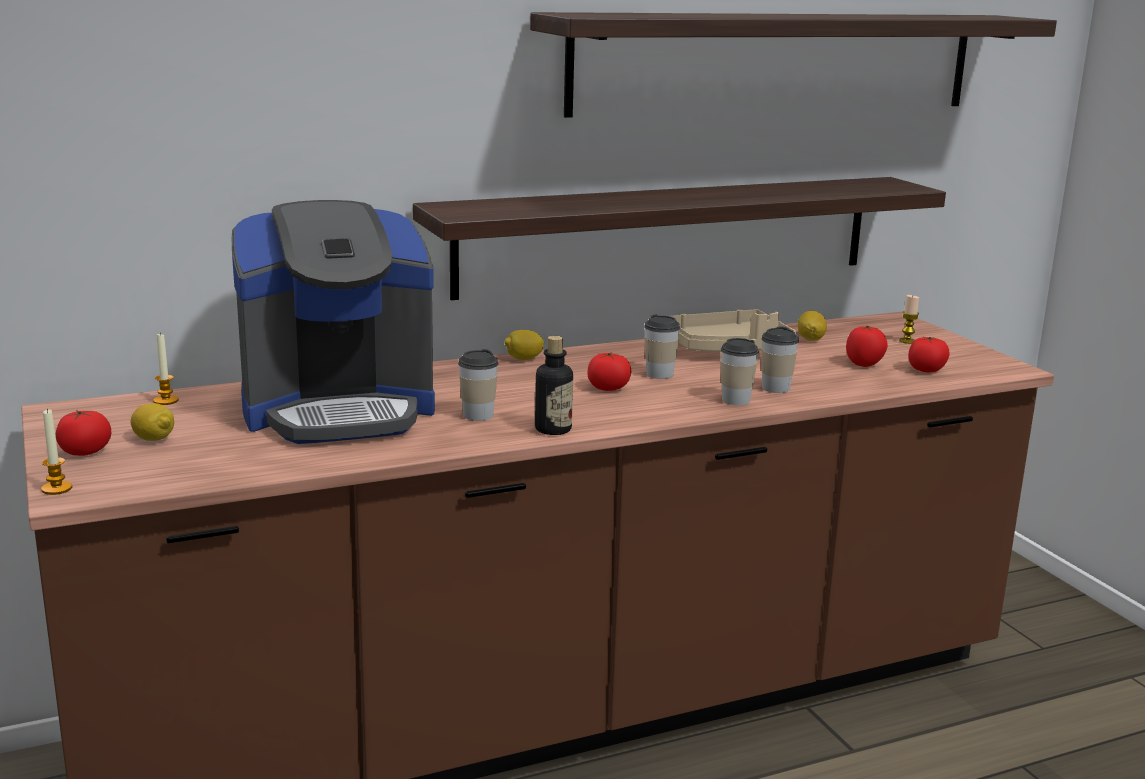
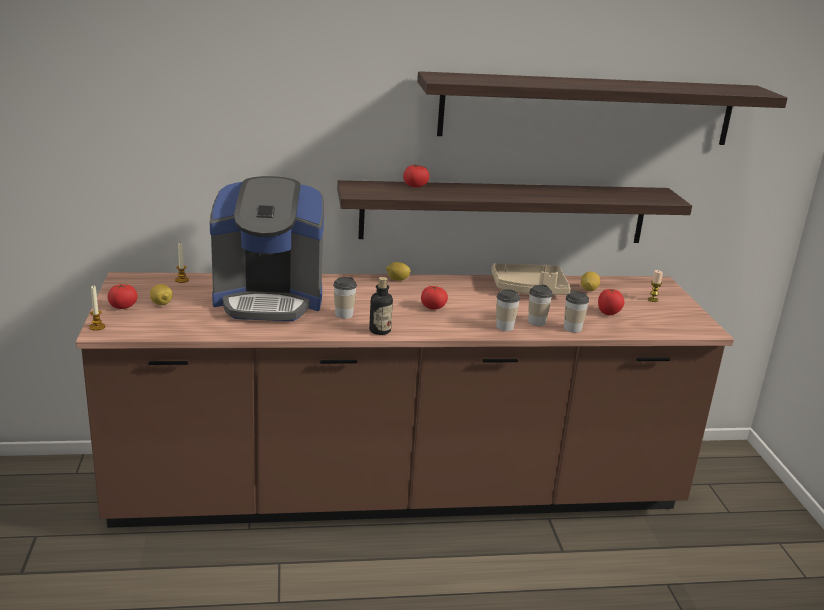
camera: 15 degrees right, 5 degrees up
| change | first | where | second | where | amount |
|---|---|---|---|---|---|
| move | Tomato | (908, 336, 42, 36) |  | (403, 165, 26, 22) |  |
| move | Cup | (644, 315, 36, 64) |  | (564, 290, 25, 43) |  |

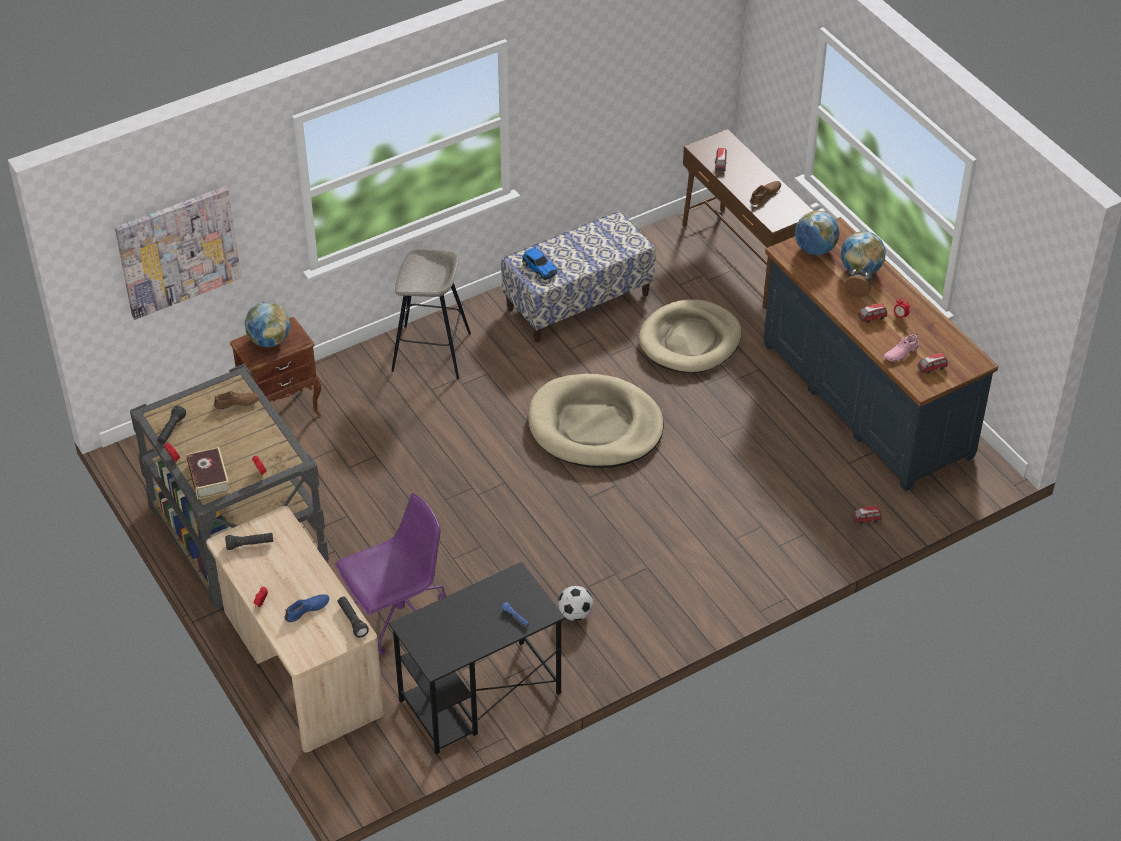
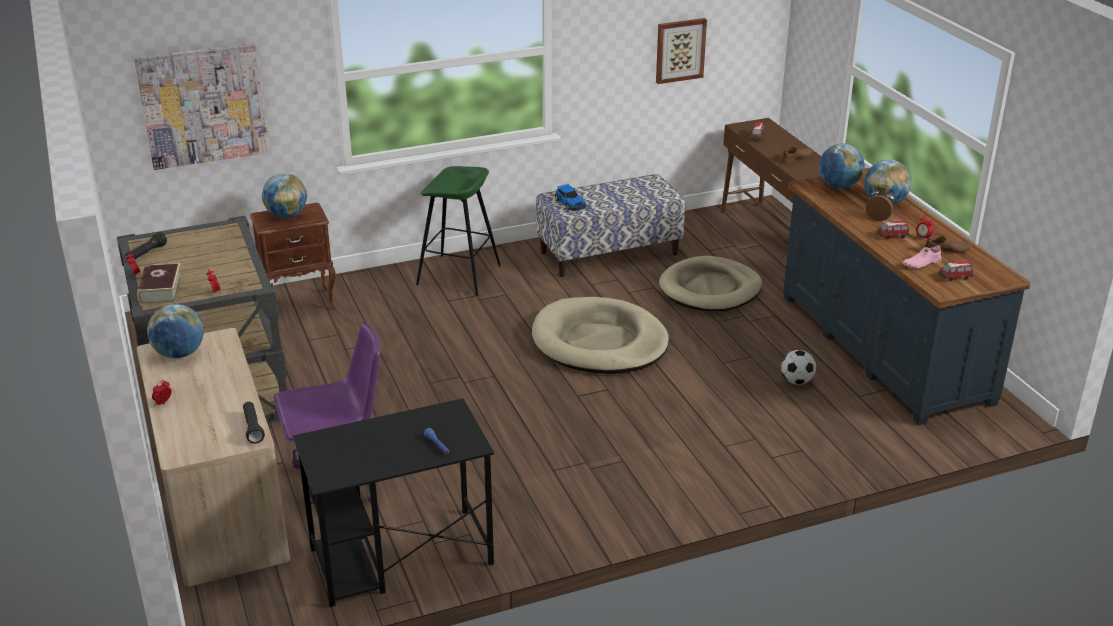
camera: 10 degrees right, 15 degrees down
| change | first | where | second | where | amount |
|---|---|---|---|---|---|
| replace | BlackFlashlight | (225, 533, 48, 17) | Globe | (147, 304, 57, 54) |  |
| recolor | GreyStool | (392, 249, 79, 130) | GreenStool | (416, 166, 85, 130) |  |
| insert |  |  | Picture | (656, 18, 51, 66) |  |
| move | Football | (558, 586, 35, 35) |  | (781, 350, 35, 35) |  |
| move | BrownShoe | (214, 391, 46, 18) |  | (925, 236, 47, 17) |  |
| delete | BlueShoe | (284, 594, 45, 28) |  |  |  |
| delete | ToyCar | (852, 506, 29, 18) |  |  |  |

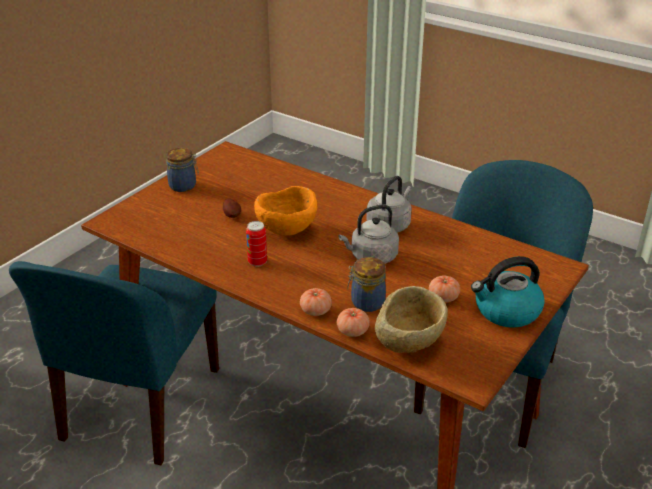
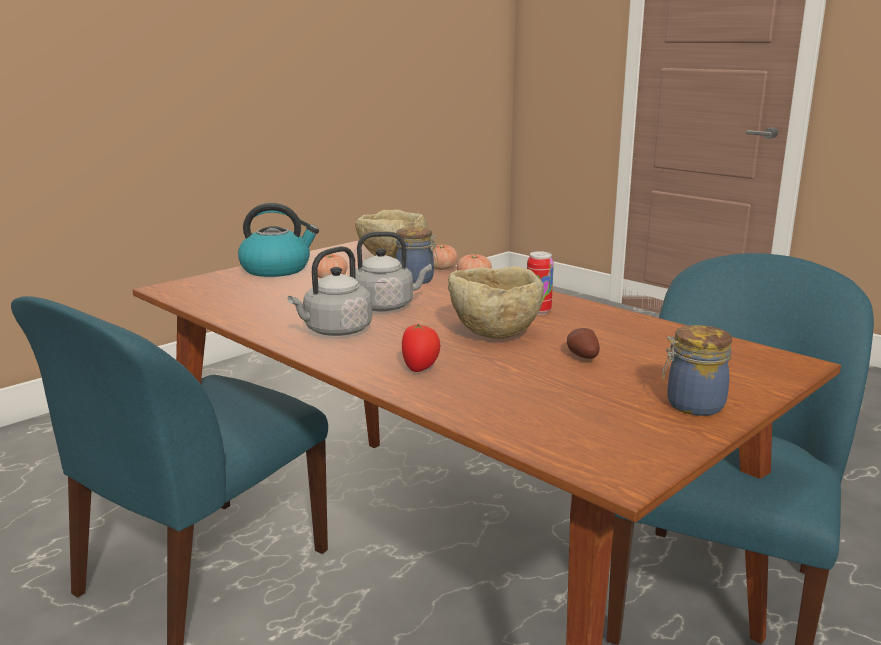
camera: 170 degrees left, 15 degrees down
| change | first | where | second | where | amount |
|---|---|---|---|---|---|
| insert |  |  | Tomato | (402, 323, 38, 49) |  |
| recolor | OrangeBowl | (254, 186, 63, 49) | BeigeBowl | (448, 266, 96, 73) |  |

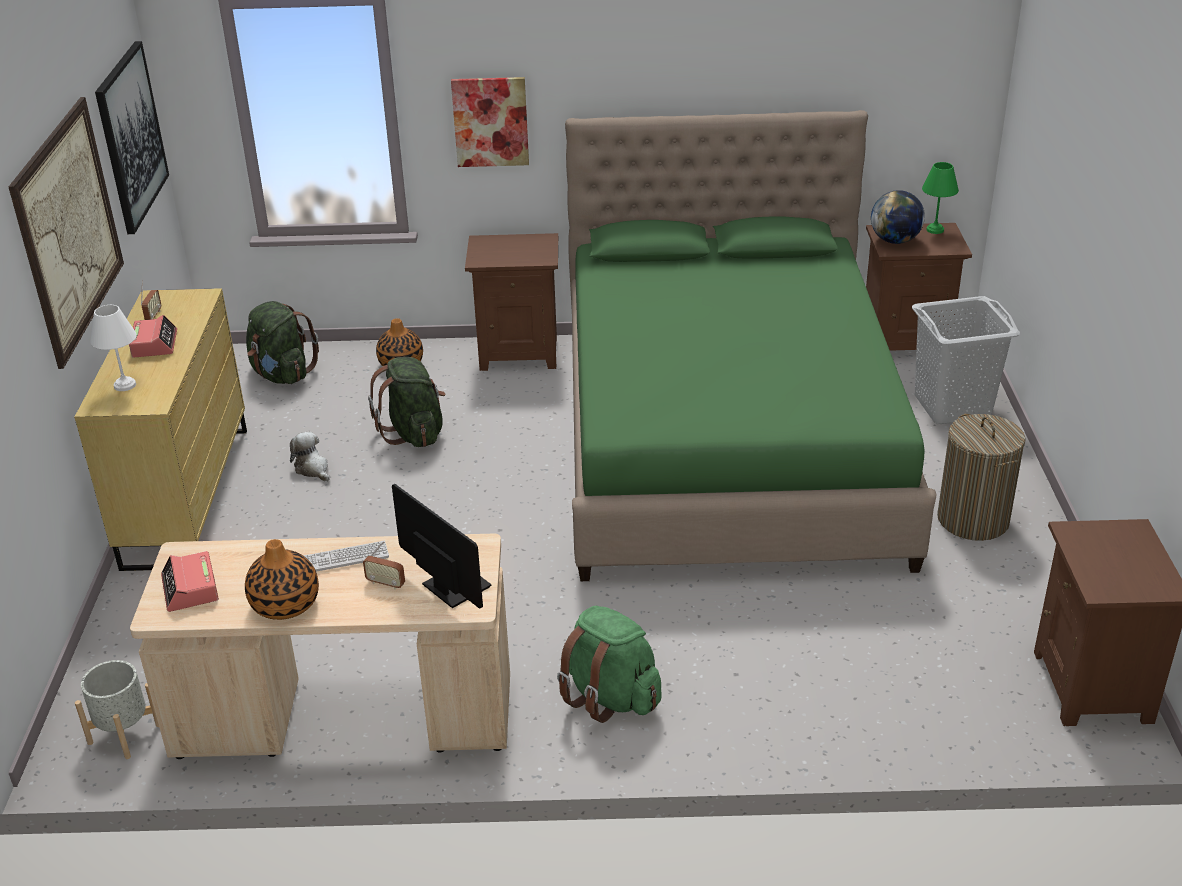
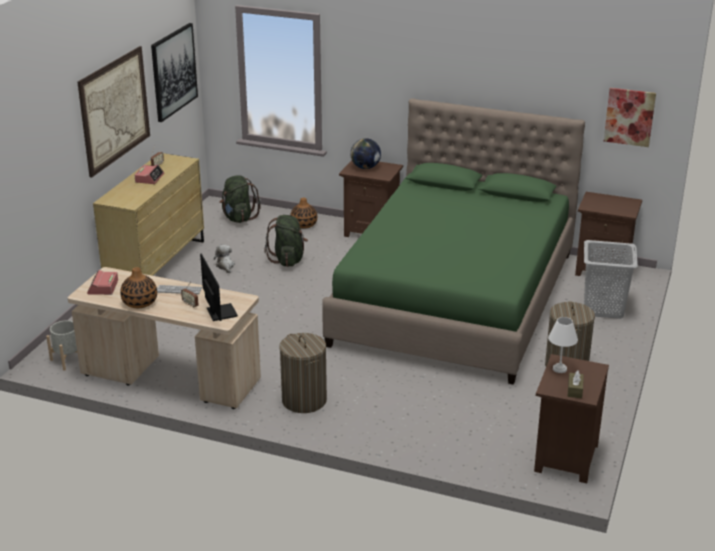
camera: 20 degrees right, 5 degrees down
| change | first | where | second | where | amount |
|---|---|---|---|---|---|
| replace | GreenBackpack | (557, 606, 105, 117) | LaundryBasket | (279, 333, 48, 80) |  |
| move | Globe | (871, 190, 54, 54) |  | (350, 138, 31, 31) |  |
| move | WhiteTableLamp | (90, 305, 47, 86) |  | (548, 317, 30, 56) |  |
| insert |  |  | BrownTissueBox | (568, 370, 16, 28) |  |
| move | Picture | (451, 77, 78, 90) |  | (604, 88, 52, 59) |  |
| delete | GreenTableLamp | (922, 162, 37, 72) |  |  |  |

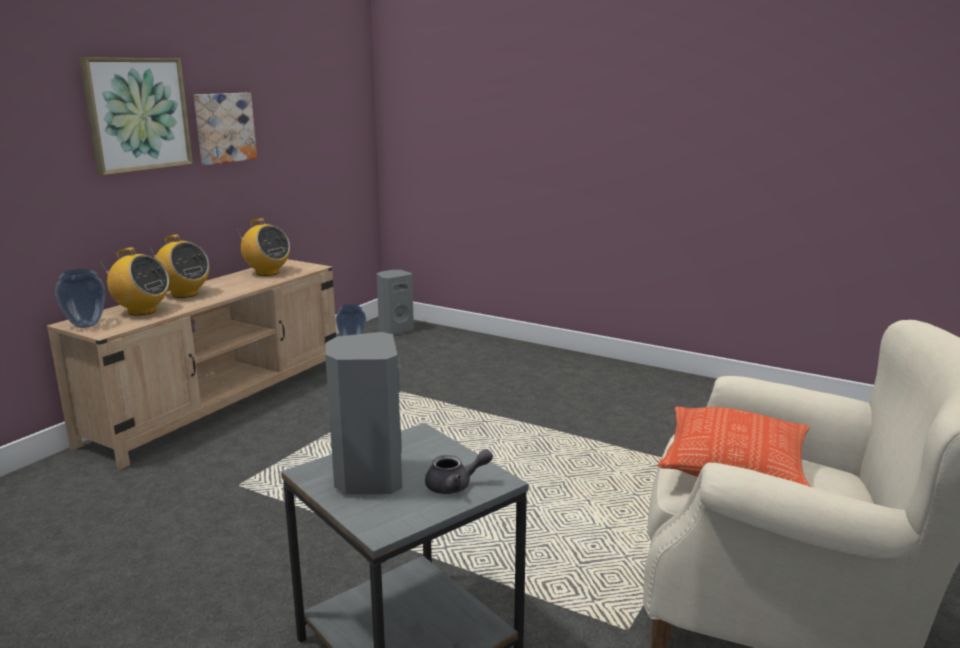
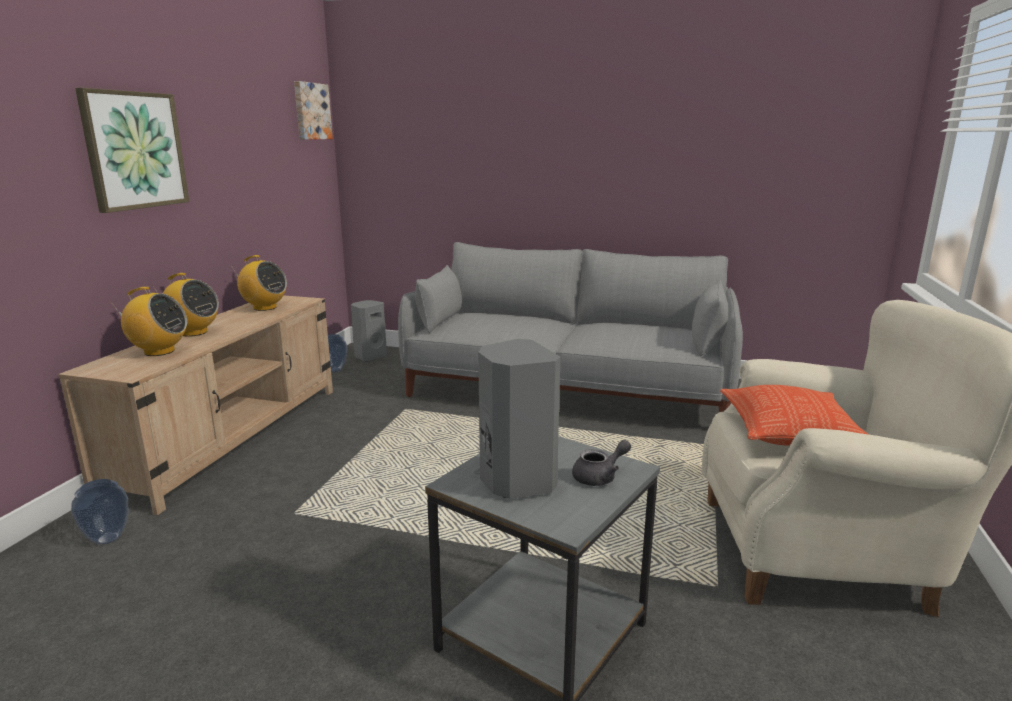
camera: 15 degrees left, 0 degrees up
| change | first | where | second | where | amount |
|---|---|---|---|---|---|
| move | Vase | (55, 269, 50, 59) |  | (71, 479, 57, 65) |  |
| move | Picture | (194, 93, 63, 72) |  | (294, 81, 39, 59) |  |
| insert |  |  | GreySofa | (398, 242, 345, 170) |  |

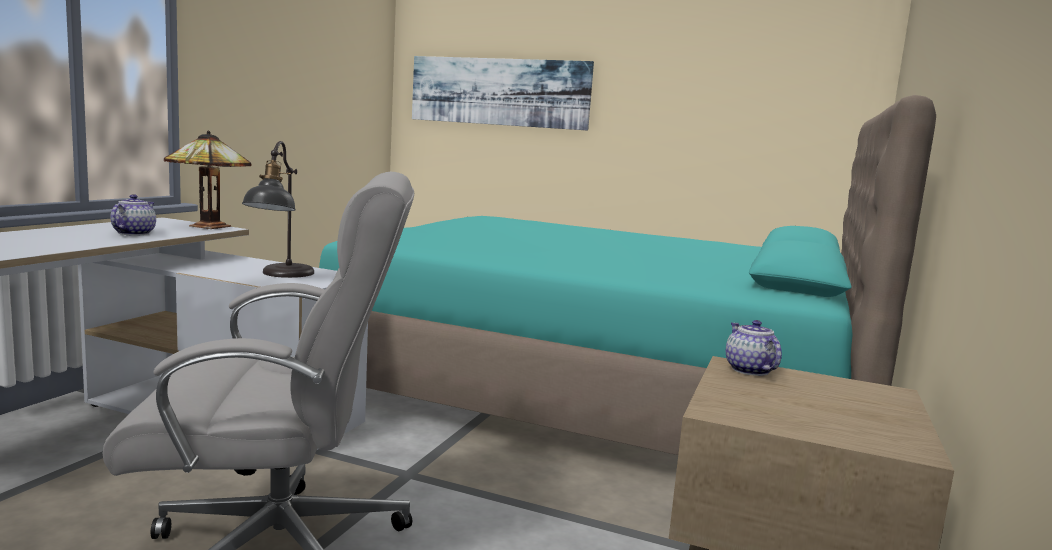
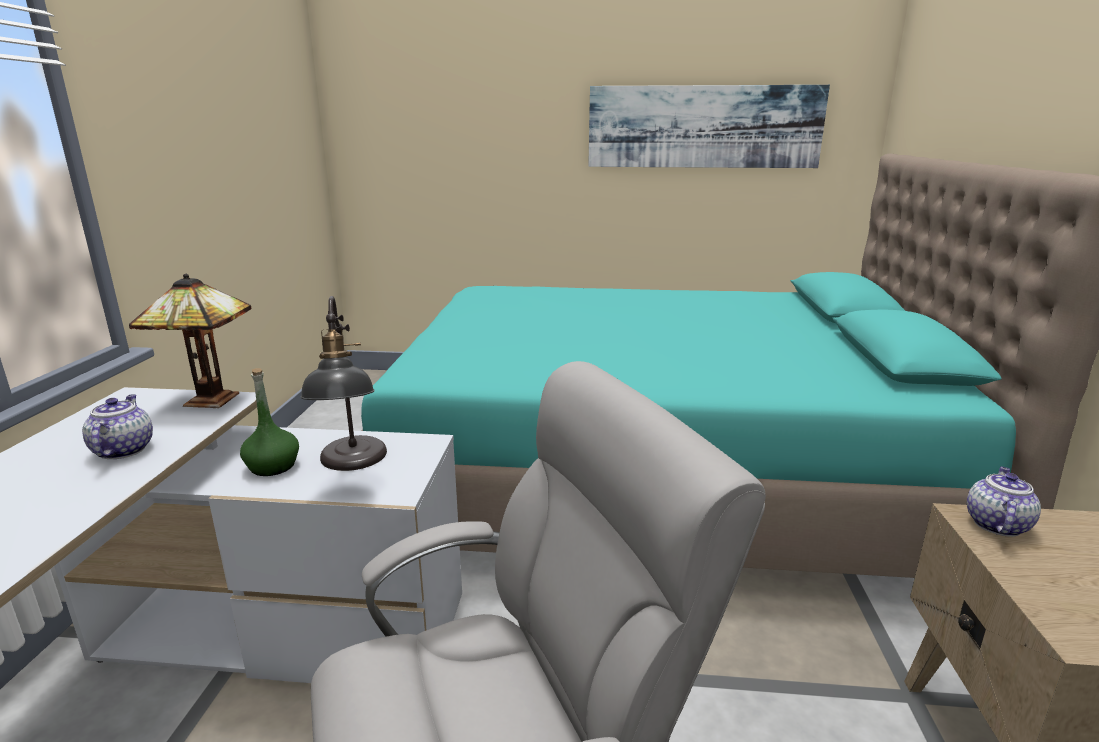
camera: 15 degrees left, 10 degrees up
| change | first | where | second | where | amount |
|---|---|---|---|---|---|
| insert |  |  | GreenBottle | (240, 368, 59, 108) |  |
| move | Picture | (412, 56, 182, 75) |  | (588, 85, 242, 83) |  |
| rotate | Teapot | (726, 320, 56, 56) |  | (967, 466, 74, 71) | 60 degrees clockwise |

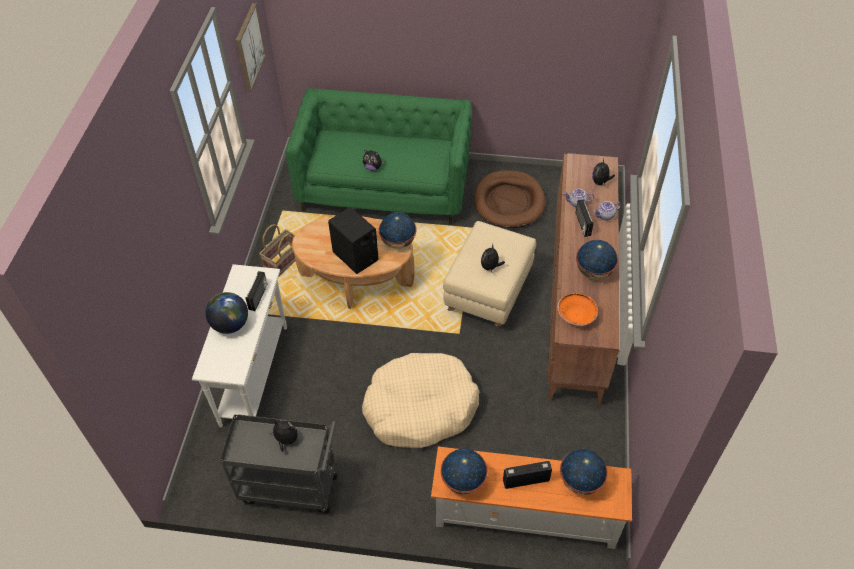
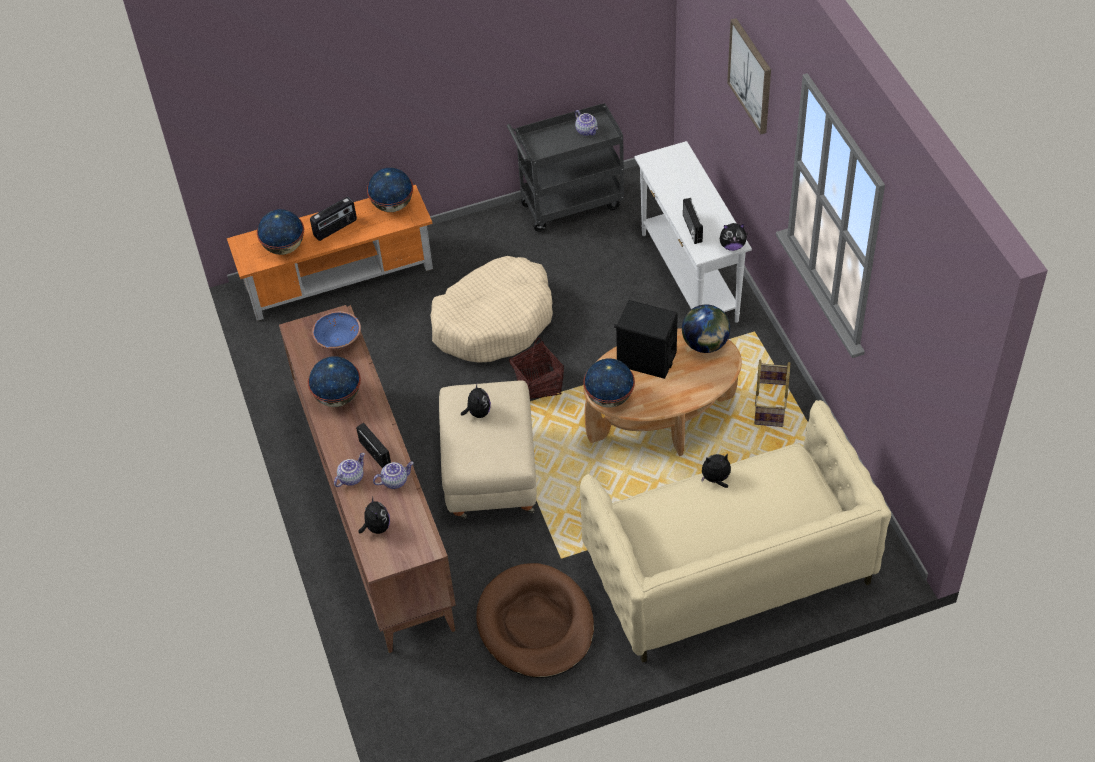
camera: 155 degrees right, 0 degrees up
| change | first | where | second | where | amount |
|---|---|---|---|---|---|
| recolor | OrangeBowl | (557, 292, 41, 34) | BlueBowl | (312, 311, 49, 38) |  |
| insert |  |  | Basket | (509, 338, 55, 61) |  |
| insert |  |  | Teapot | (575, 110, 23, 26) |  |
| recolor | GreenSofa | (286, 88, 186, 137) | BeigeSofa | (580, 400, 311, 263) |  |
| move | Globe | (205, 292, 43, 42) |  | (682, 305, 48, 48) |  |
| move | PlushToy | (269, 420, 29, 32) |  | (720, 223, 28, 28) |  |
| move | Picture | (236, 3, 30, 89) |  | (727, 18, 44, 116) |  |

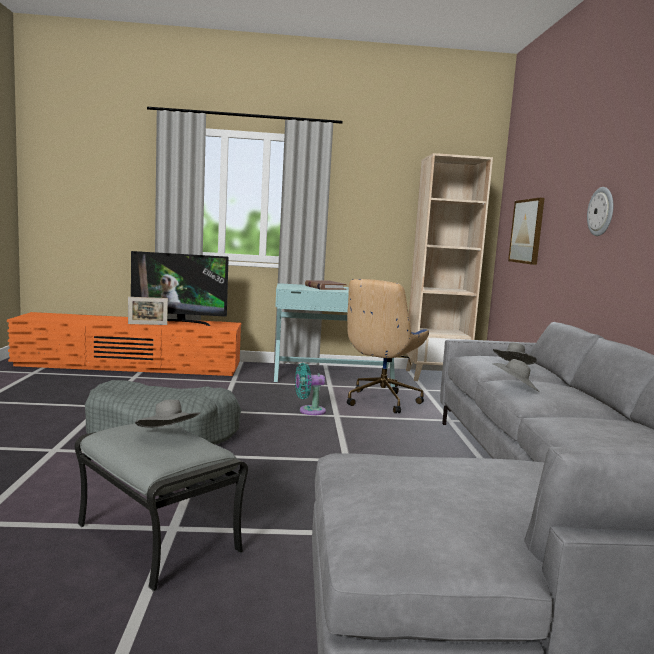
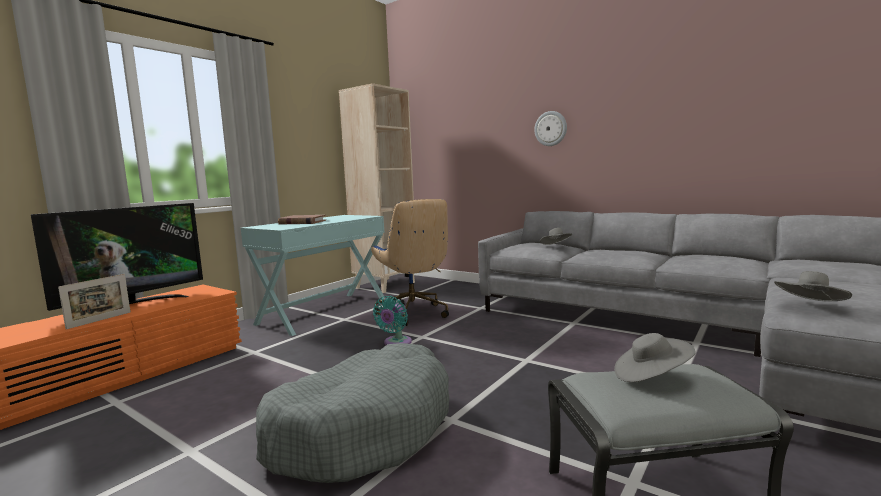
camera: 50 degrees left, 0 degrees up
| change | first | where | second | where | amount |
|---|---|---|---|---|---|
| move | GreyHat | (493, 359, 46, 33) |  | (774, 271, 78, 30) |  |
| delete | Picture | (508, 198, 37, 67) |  |  |  |

